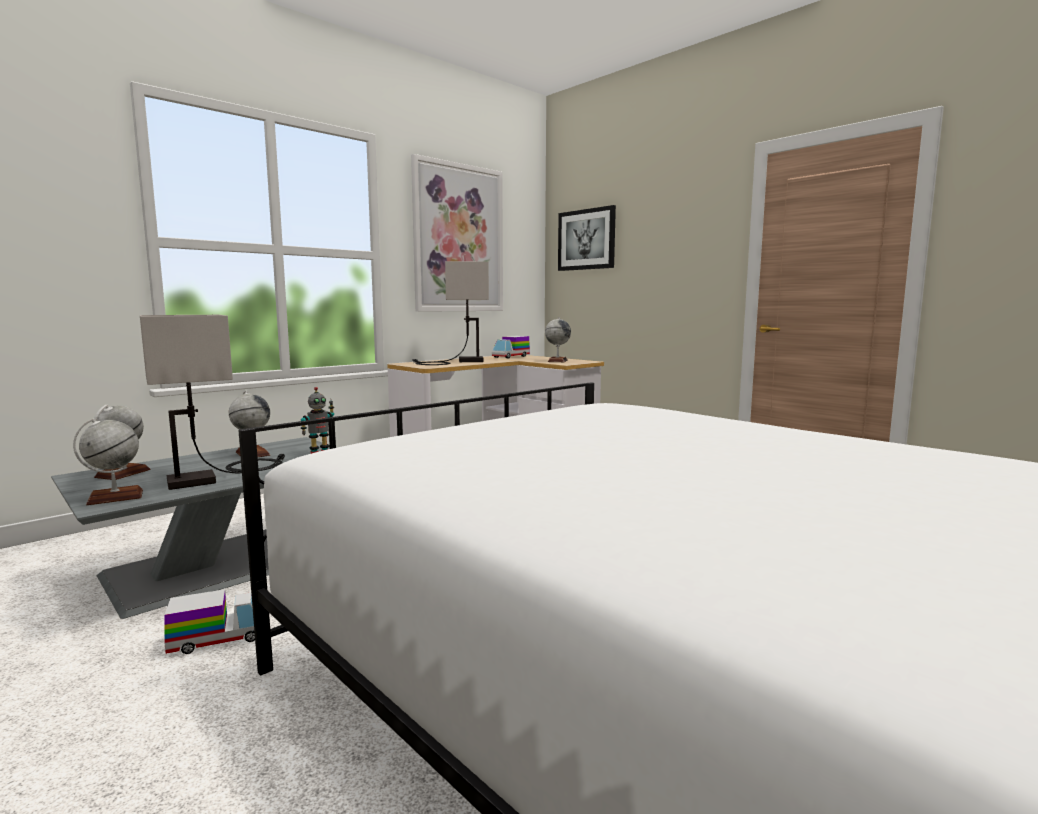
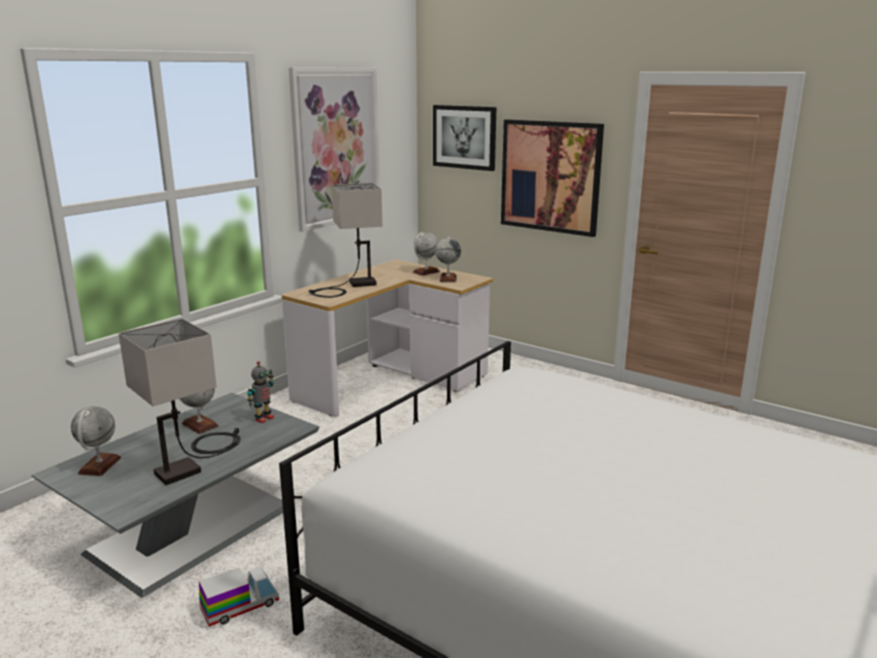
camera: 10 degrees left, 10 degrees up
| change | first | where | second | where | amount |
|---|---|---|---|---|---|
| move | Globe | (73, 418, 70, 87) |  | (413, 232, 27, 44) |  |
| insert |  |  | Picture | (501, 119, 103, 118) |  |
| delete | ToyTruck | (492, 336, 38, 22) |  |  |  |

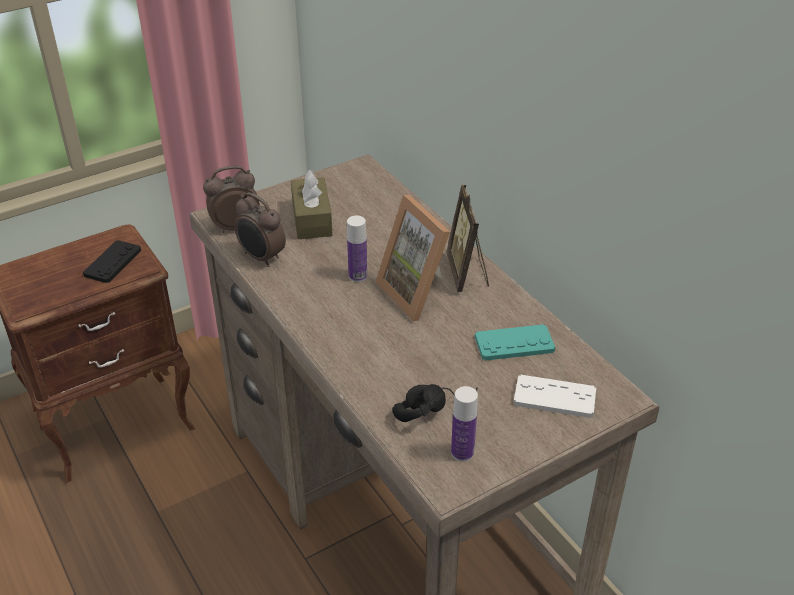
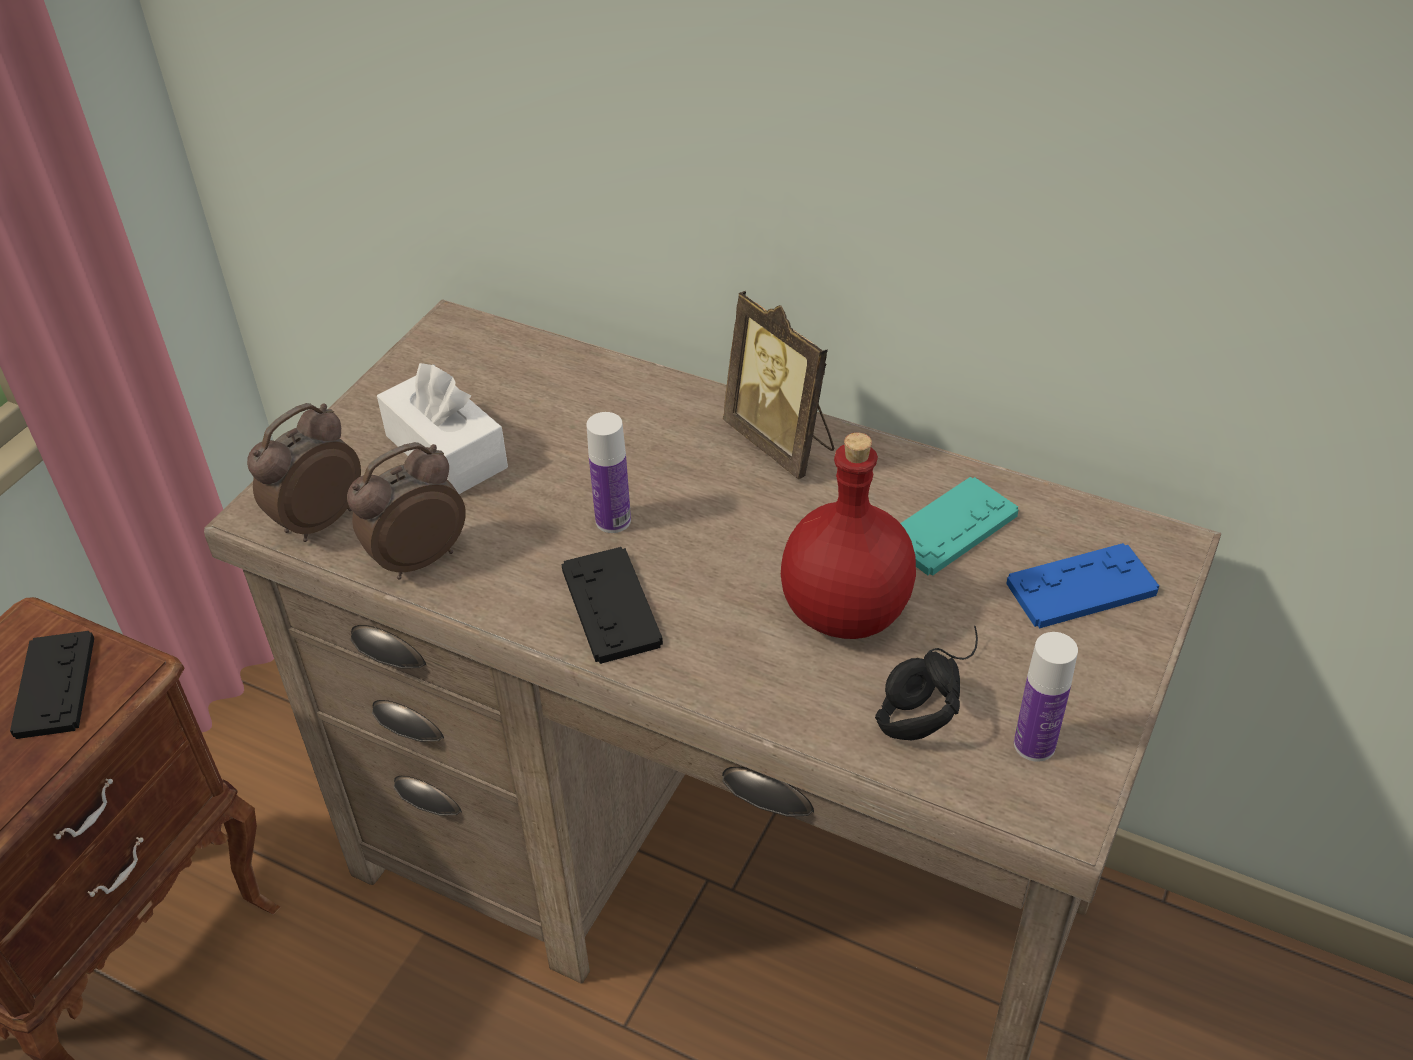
camera: 30 degrees left, 5 degrees up
| change | first | where | second | where | amount |
|---|---|---|---|---|---|
| rotate | AlarmClock | (234, 192, 52, 75) |  | (347, 442, 119, 138) | 135 degrees clockwise |
| recolor | BrownTissueBox | (291, 170, 42, 69) | WhiteTissueBox | (377, 363, 131, 131) |  |
| insert |  |  | BlackGameController | (561, 547, 102, 117) |  |
| insert |  |  | RedBottle | (781, 432, 135, 207) |  |
| recolor | WhiteGameController | (513, 375, 83, 43) | BlueGameController | (1006, 543, 153, 85) |  |
| delete | PictureFrame | (375, 195, 75, 126) |  |  |  |

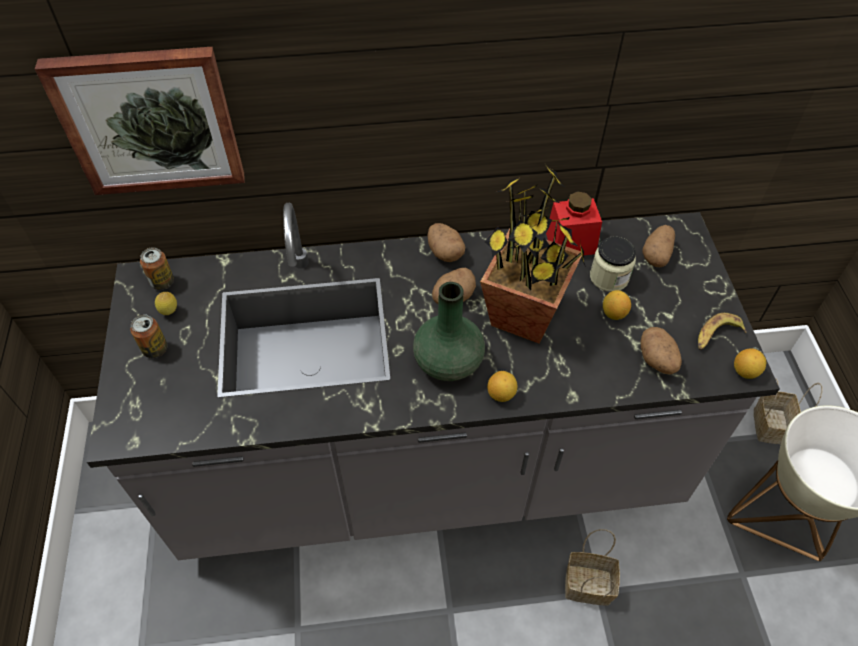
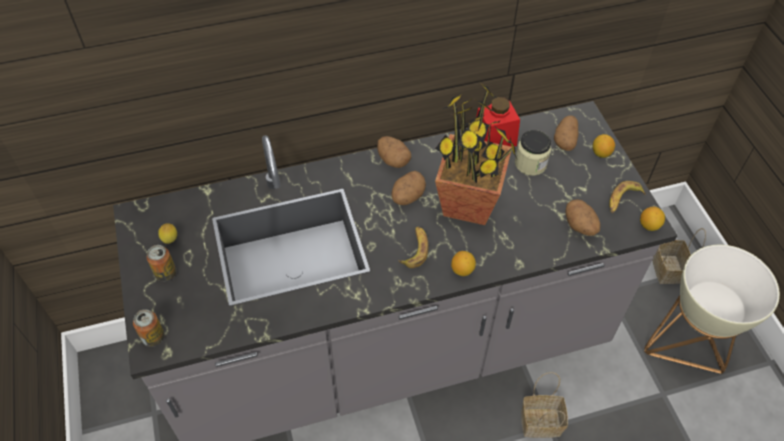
camera: 10 degrees left, 0 degrees up
| change | first | where | second | where | amount |
|---|---|---|---|---|---|
| move | Can | (140, 247, 34, 43) |  | (133, 309, 32, 38) |  |
| replace | GreenVase | (413, 282, 72, 99) | Banana | (398, 227, 30, 41) |  |
| move | Lemon | (603, 290, 28, 30) |  | (593, 134, 22, 24) |  |
| delete | Picture | (35, 47, 210, 148) |  |  |  |

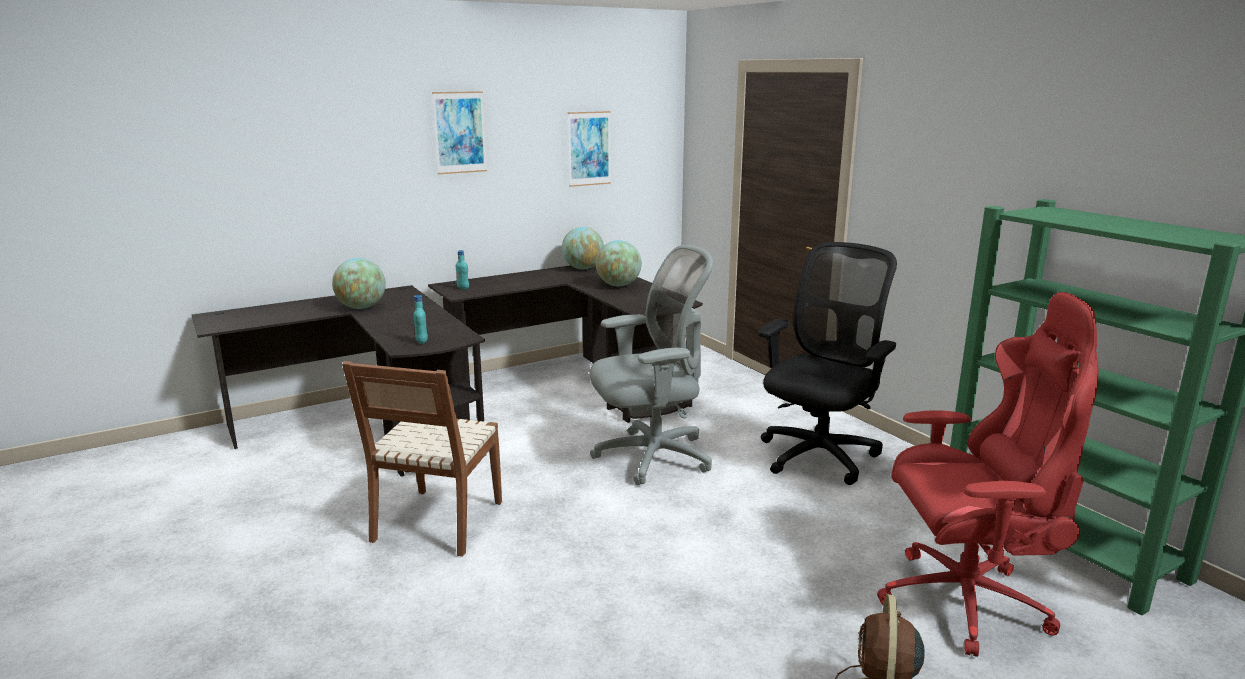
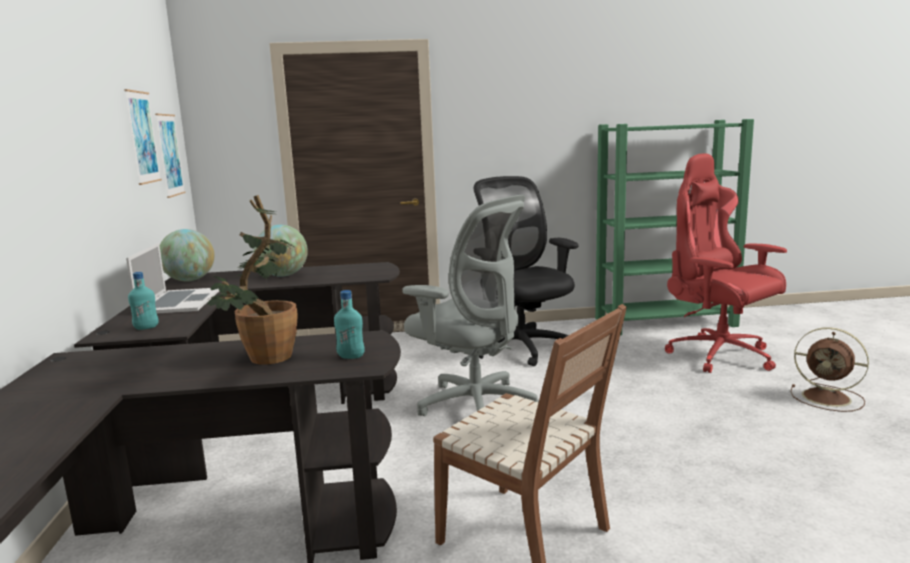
camera: 65 degrees left, 5 degrees down
| change | first | where | second | where | amount |
|---|---|---|---|---|---|
| insert |  |  | Laptop | (126, 243, 93, 70) |  |
| move | Picture | (432, 91, 55, 83) |  | (155, 114, 31, 84) |  |
| insert |  |  | PottedPlant | (207, 195, 91, 170) |  |
| rotate | GreyOfficeChair | (589, 245, 124, 241) |  | (402, 195, 137, 221) | 120 degrees clockwise |
| rotate | RedOfficeChair | (877, 292, 222, 365) |  | (665, 153, 122, 220) | 60 degrees counterclockwise |
| delete | Globe | (332, 258, 54, 51) |  |  |  |

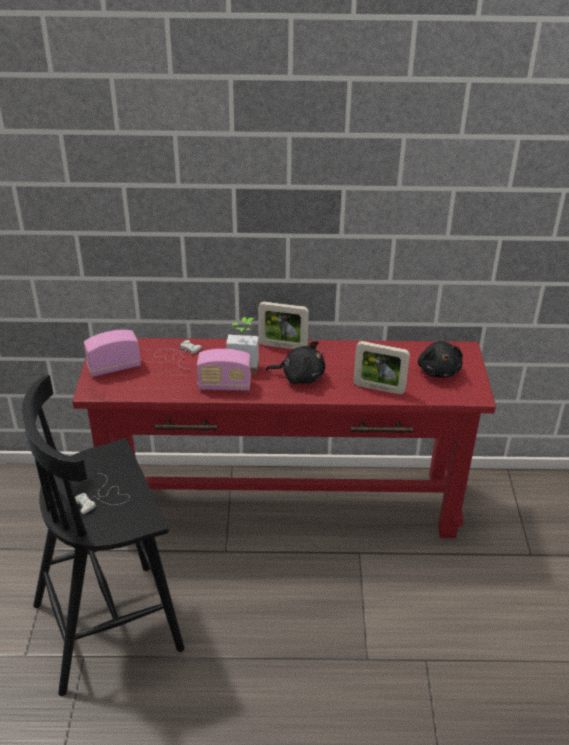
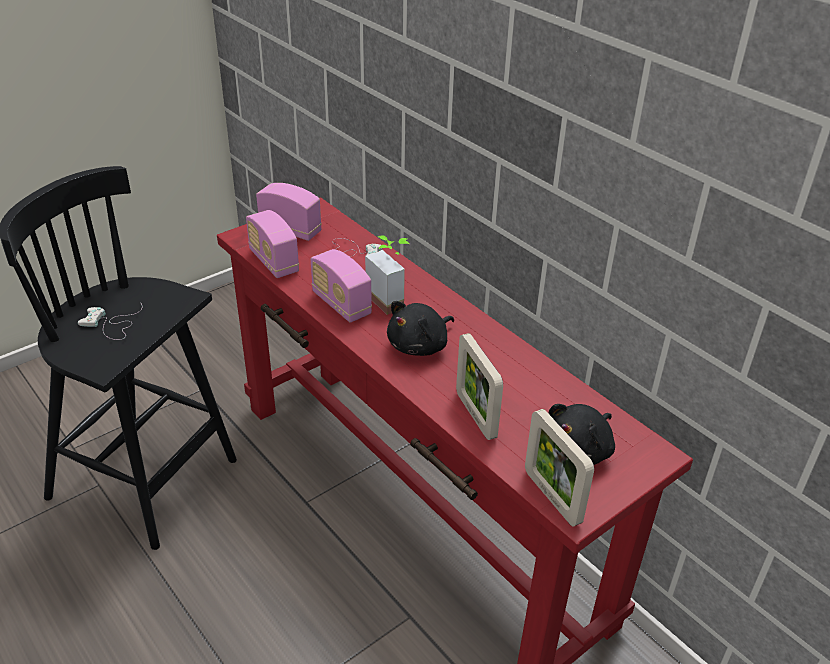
camera: 50 degrees right, 0 degrees up
| change | first | where | second | where | amount |
|---|---|---|---|---|---|
| insert |  |  | Radio | (246, 210, 53, 68) |  |
| rotate | BlackPlushToy | (266, 341, 59, 43) |  | (387, 301, 67, 55) | 75 degrees clockwise |
| move | PictureFrame | (258, 302, 51, 47) |  | (525, 409, 69, 117) |  |

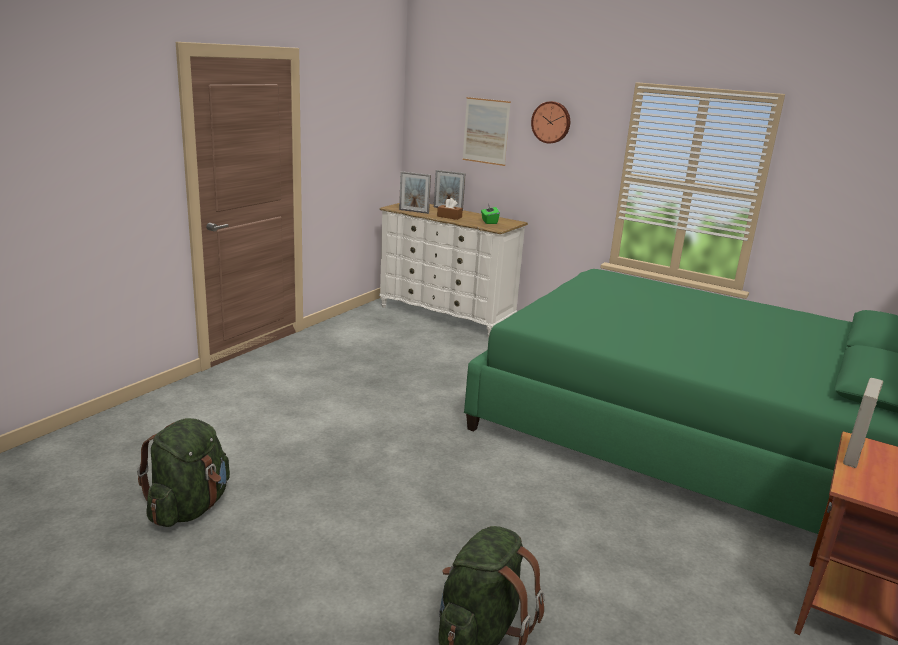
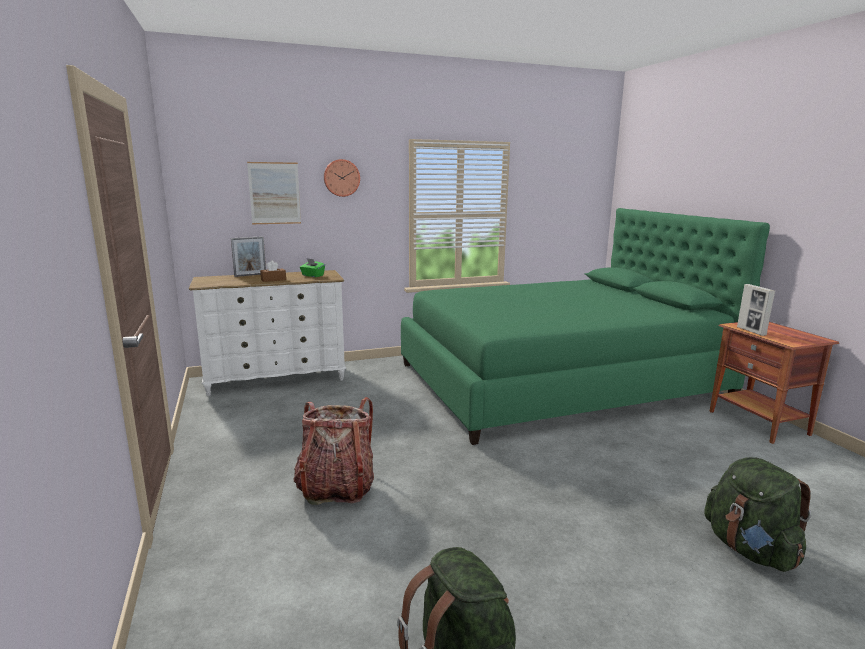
camera: 50 degrees left, 5 degrees down
| change | first | where | second | where | amount |
|---|---|---|---|---|---|
| insert |  |  | Backpack | (294, 397, 80, 108) |  |
| delete | PictureFrame | (399, 171, 32, 43) |  |  |  |

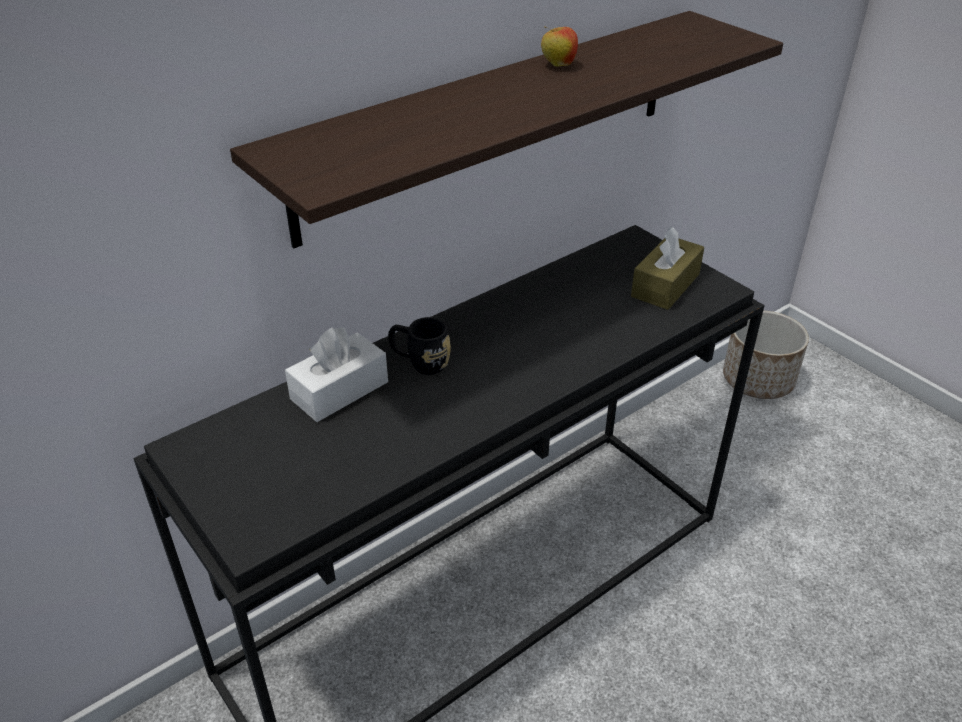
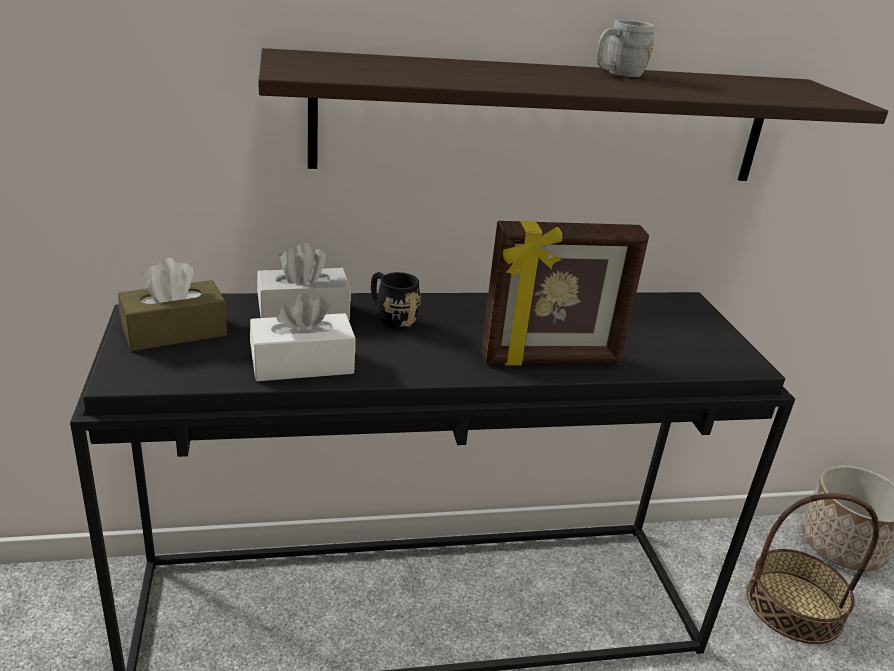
camera: 25 degrees right, 10 degrees down
| change | first | where | second | where | amount |
|---|---|---|---|---|---|
| move | BrownTissueBox | (631, 227, 73, 83) |  | (118, 258, 109, 93) |  |
| insert |  |  | WhiteTissueBox | (250, 292, 106, 89) |  |
| insert |  |  | PictureFrame | (481, 221, 168, 144) |  |
| replace | Apple | (541, 26, 37, 41) | GreyMug | (596, 20, 59, 57) |  |
| insert |  |  | Basket | (747, 493, 132, 151) |  |

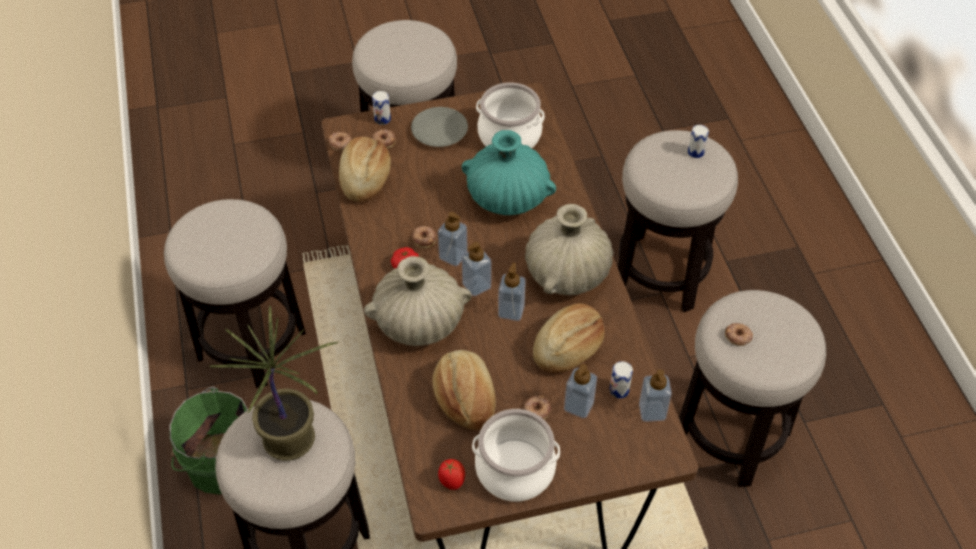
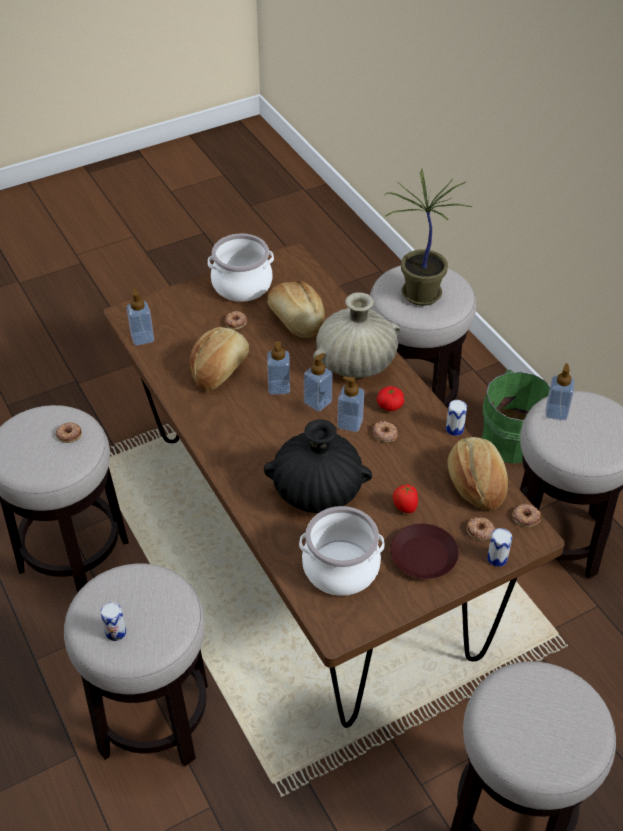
camera: 165 degrees right, 5 degrees down
| change | first | where | second | where | amount |
|---|---|---|---|---|---|
| recolor | TurquoiseVase | (462, 130, 94, 85) | BlackVase | (264, 419, 108, 94) |  |
| recolor | GreyPlate | (411, 107, 57, 40) | BrownPlate | (390, 524, 69, 55) |  |
| move | Tomato | (438, 459, 27, 31) |  | (393, 484, 25, 29) |  |
| move | Can | (609, 361, 24, 37) |  | (446, 400, 21, 36) |  |
| move | SoapDispenser | (564, 364, 33, 54) |  | (546, 363, 28, 57) |  |
| delete | BeigeVase | (525, 204, 88, 91) |  |  |  |

